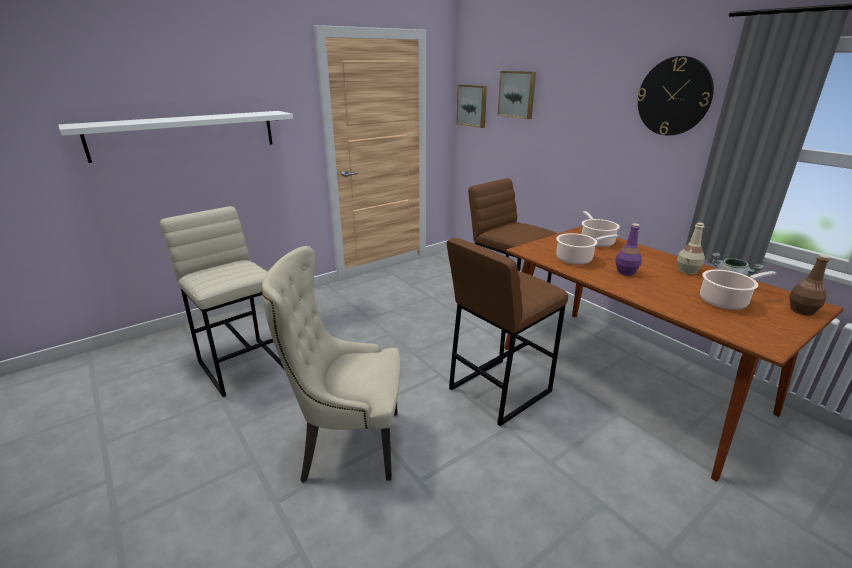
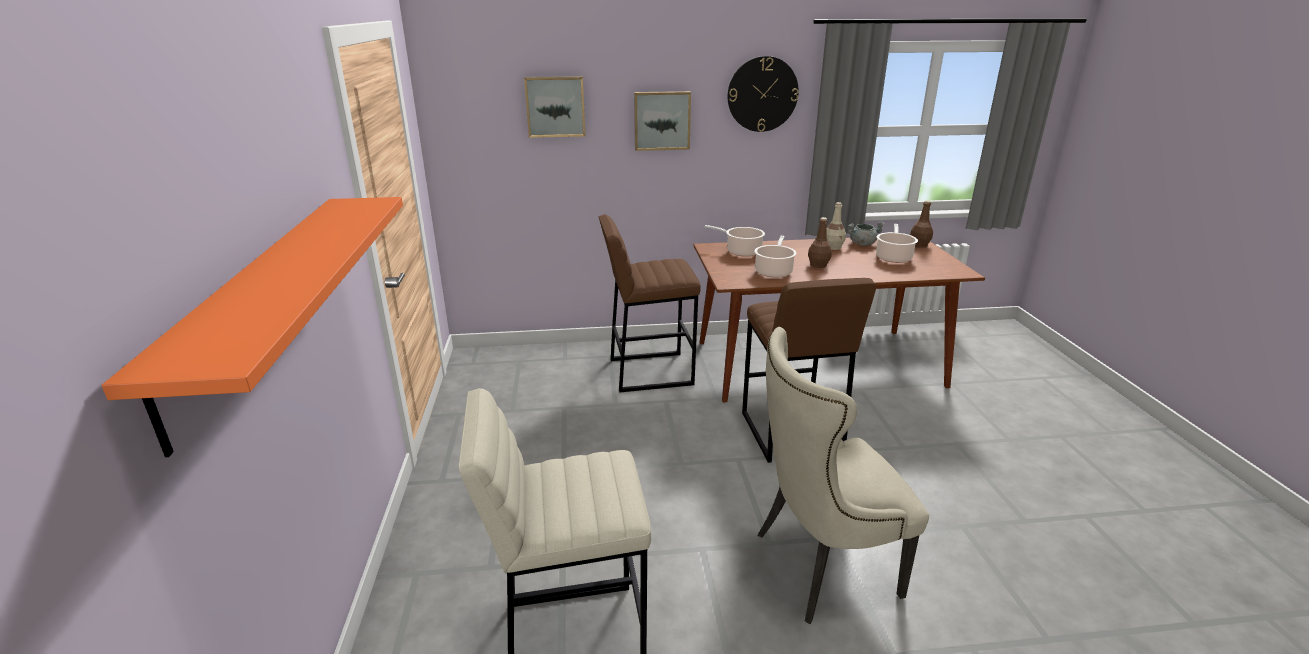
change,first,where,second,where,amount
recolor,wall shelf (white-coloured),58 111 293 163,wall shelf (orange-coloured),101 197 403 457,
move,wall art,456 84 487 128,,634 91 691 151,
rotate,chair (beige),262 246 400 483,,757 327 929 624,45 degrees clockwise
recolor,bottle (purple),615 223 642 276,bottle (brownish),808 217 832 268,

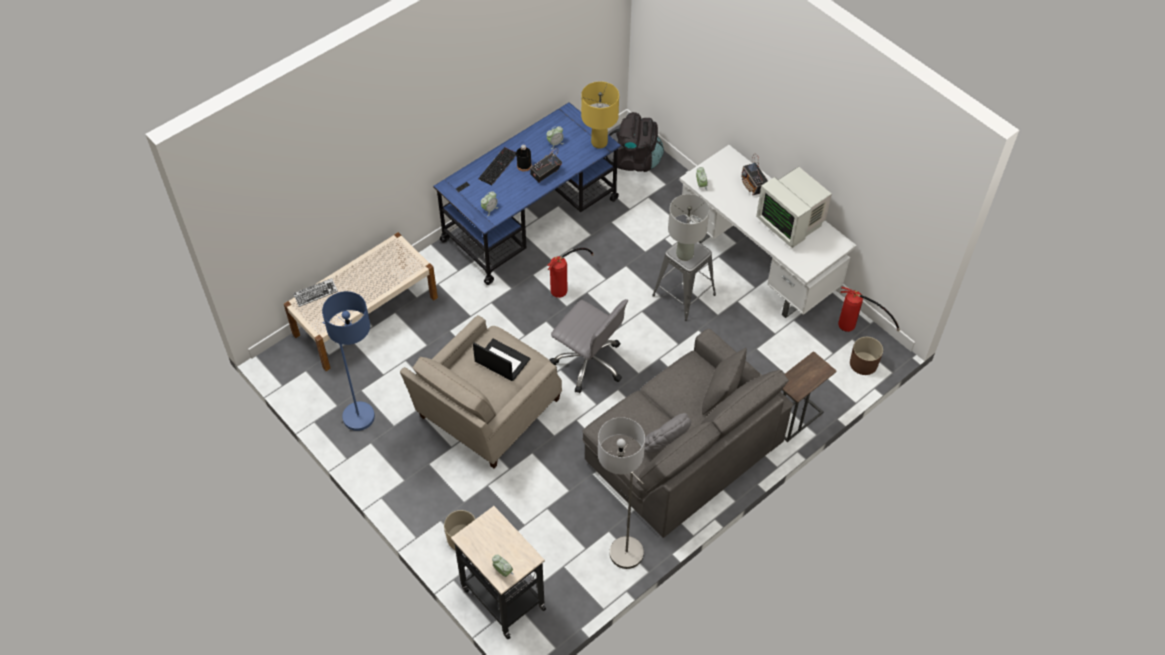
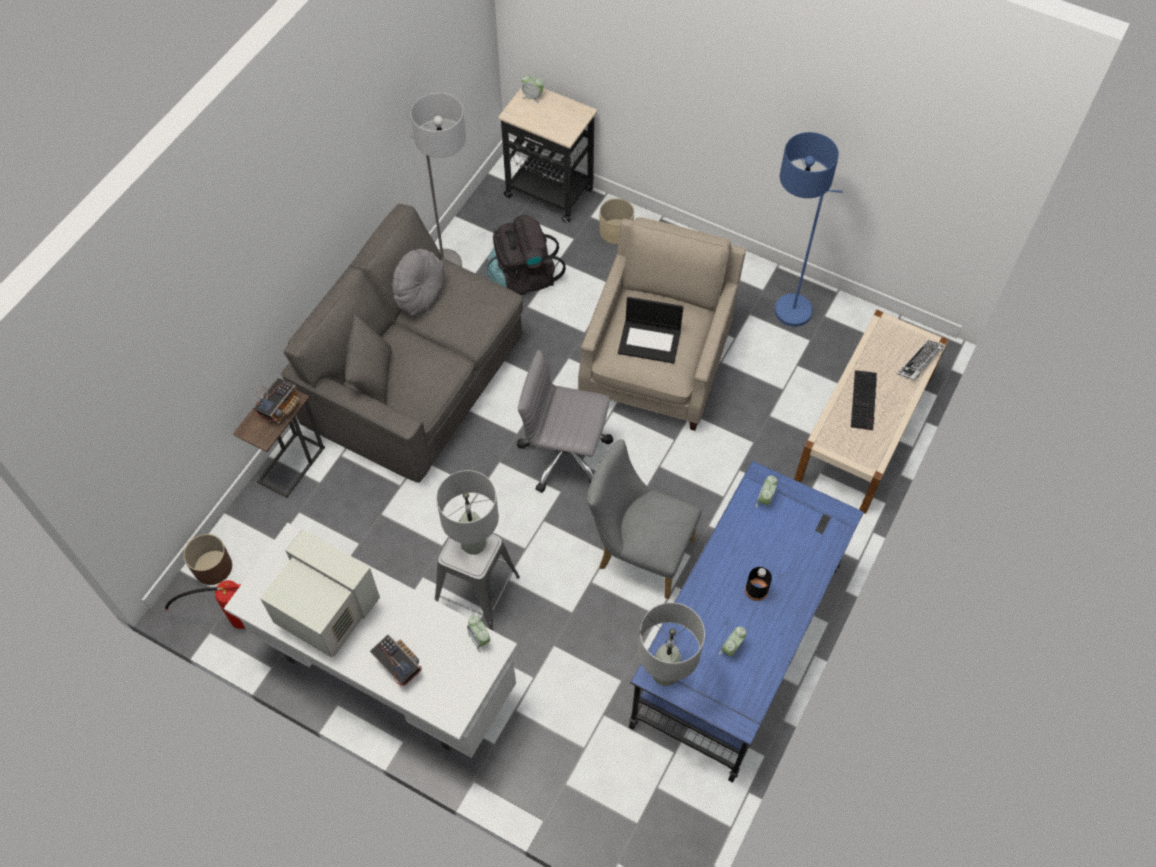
change,first,where,second,where,amount
move,radio receiver,530 148 562 183,,254 378 300 424,
move,rucksack (black),606 112 664 172,,487 215 566 295,
replace,fire extinguisher,548 248 594 298,chair (gray),587 439 701 599,
recolor,lamp for a table (yellow),581 81 619 149,lamp for a table (gray),638 602 705 686,
move,computer keyboard,478 147 517 185,,851 370 877 431,

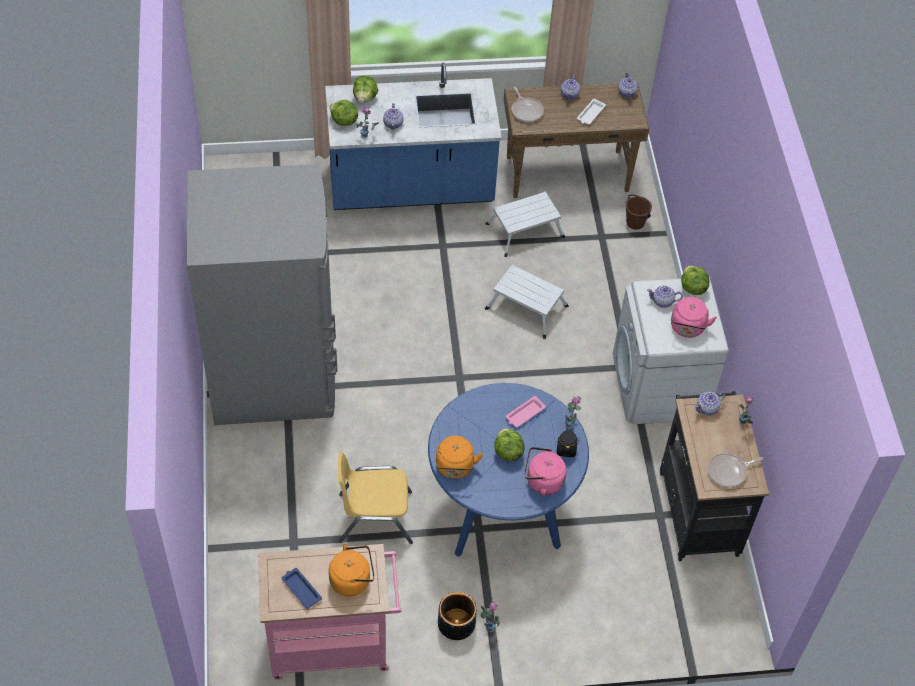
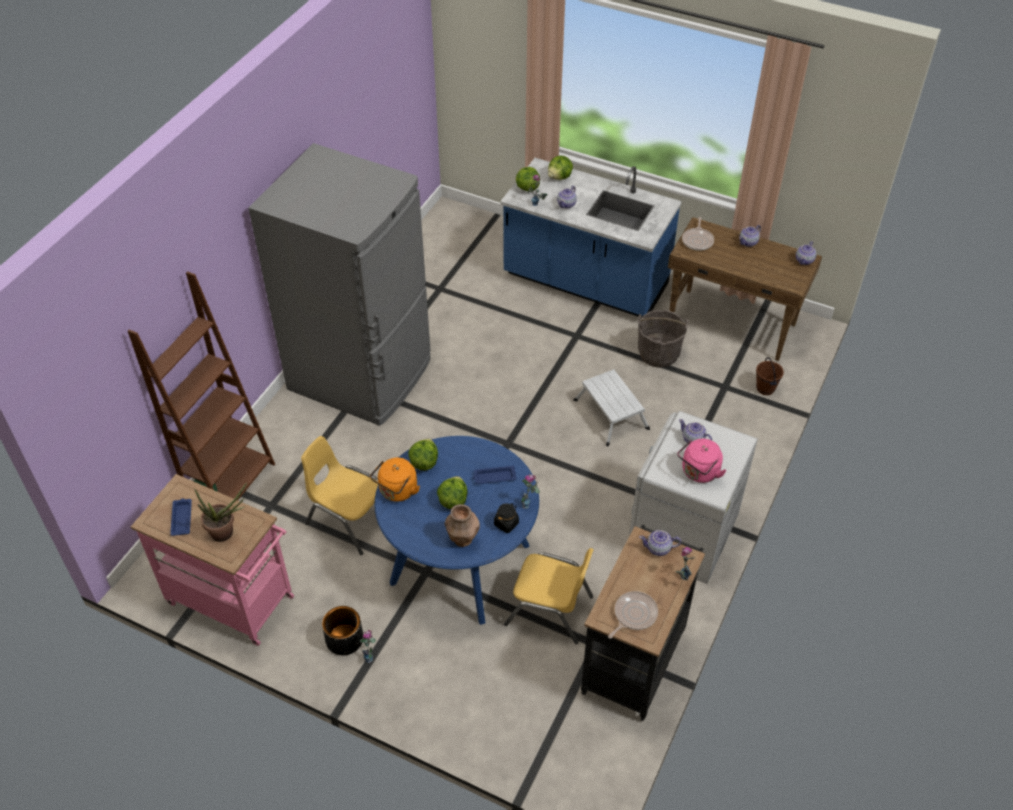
change,first,where,second,where,amount
insert,,,bookshelf (brownish),128 271 275 500,
replace,water kettle (orange-coloured),329 543 375 597,potted plant,194 482 247 542,
move,lettuce,681 265 710 295,,408 439 438 471,
replace,water kettle (pink-coloured),524 447 567 496,flower vase (brownish),445 504 480 547,
recolor,serving tray (pink-coloured),506 396 546 427,serving tray (bluish),473 466 516 484,
insert,,,chair (yellow),504 548 594 644,
rotate,pan,708 453 763 487,,608 591 658 638,120 degrees clockwise
replace,step stool (white-coloured),485 191 565 257,pail (gray),638 310 689 368,
delete,serving tray (white-coloured),577 99 606 125,,,

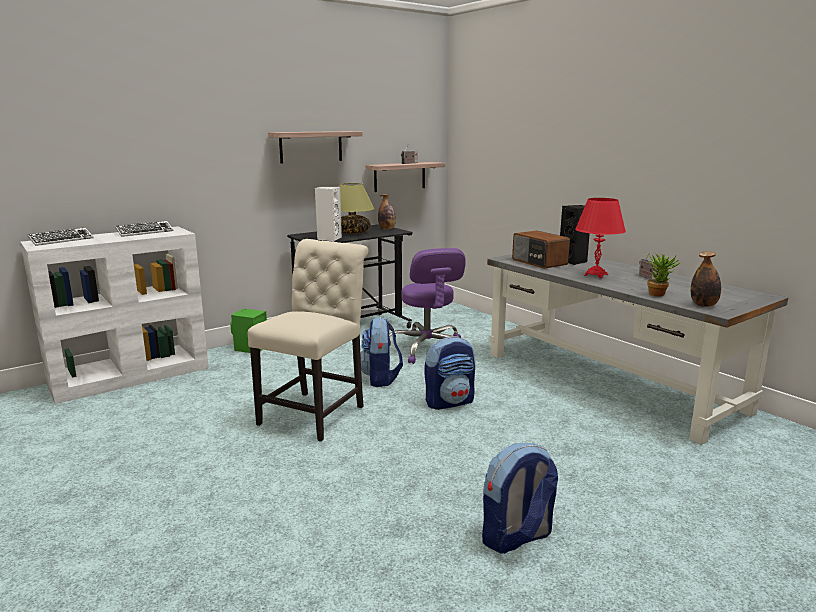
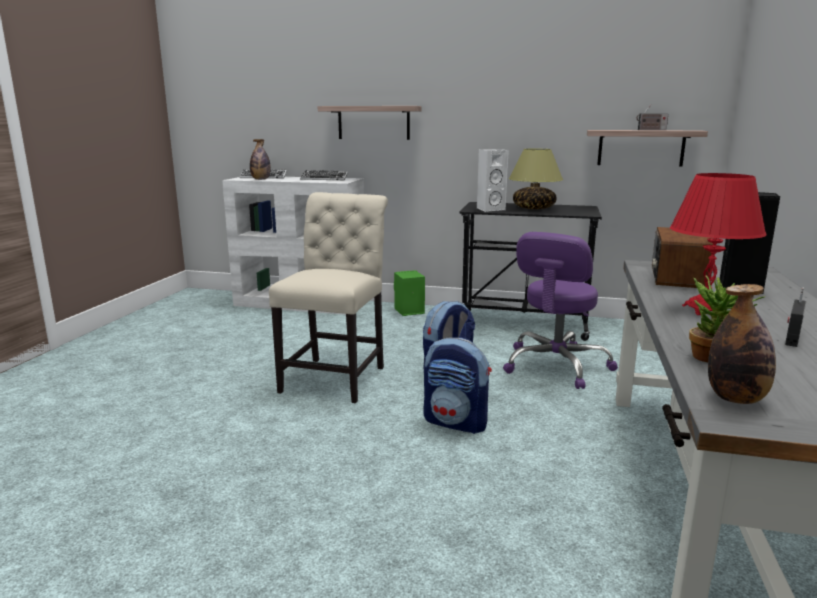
change,first,where,second,where,amount
move,bottle,378 194 396 229,,250 139 271 180,
rotate,chair (beige),248 239 368 442,,269 192 388 403,60 degrees counterclockwise
move,wall shelf,268 131 363 163,,318 106 422 140,
delete,rucksack,482 443 558 554,,,

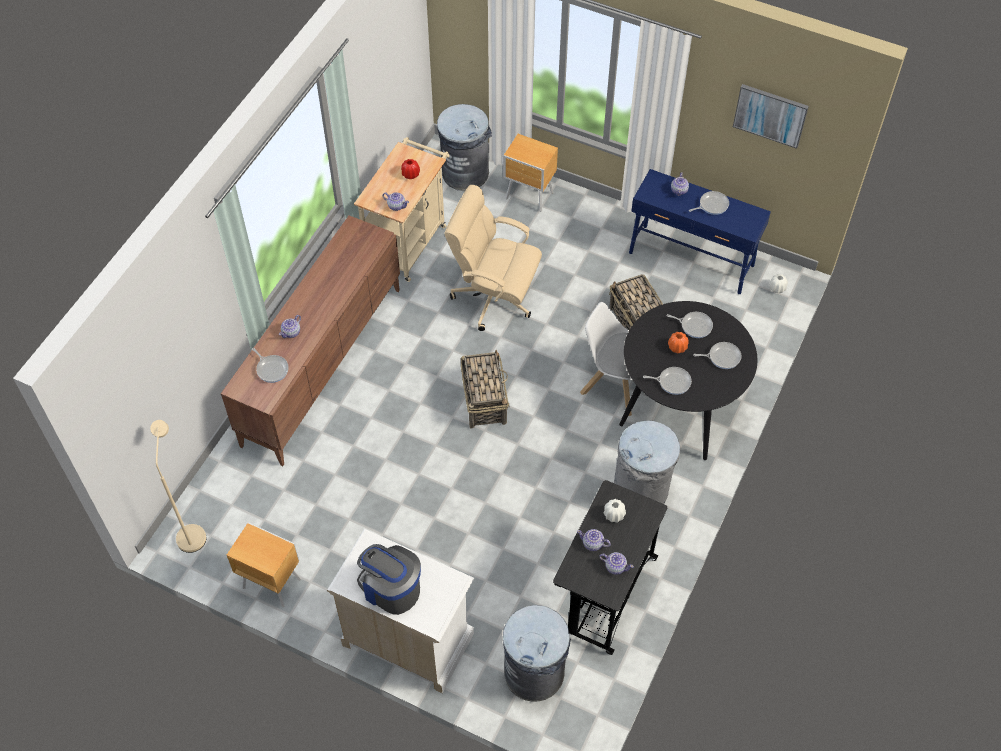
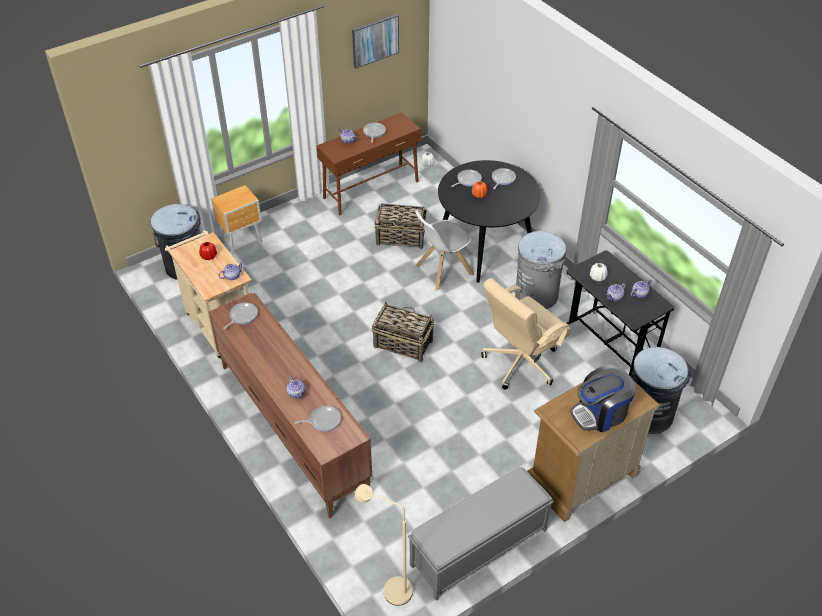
change,first,where,second,where,amount
move,pan,643 367 692 395,,223 302 258 329,
recolor,hall table (bluish),629 169 771 294,hall table (brownish),316 112 421 215,
replace,night table (brownish),227 522 301 608,indoor bench (gray),408 467 553 601,
move,office chair (beige),445 185 542 331,,481 278 572 389,
recolor,chest of drawers (white-coloured),327 529 474 693,chest of drawers (brownish),527 364 660 522,

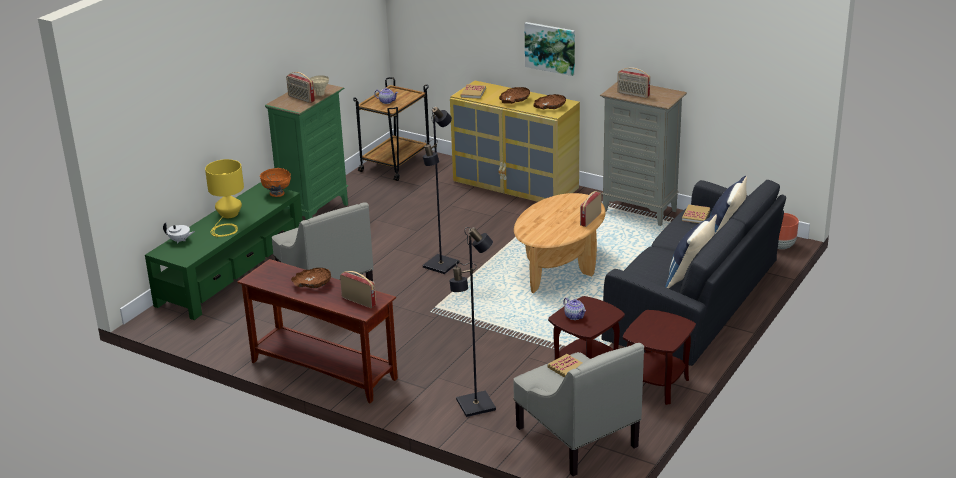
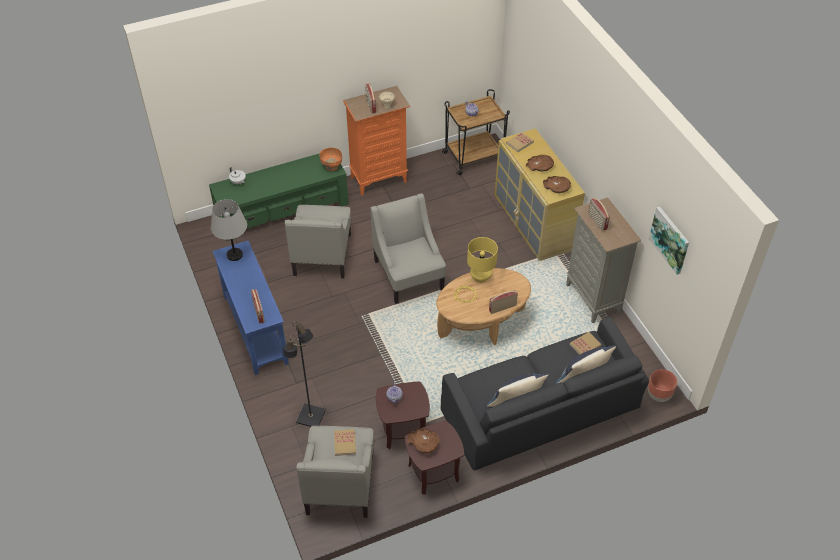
change,first,where,second,where,amount
insert,,,lamp for a table (gray),211 199 247 261,
recolor,hall table (brownish),237 259 398 403,hall table (bluish),212 241 289 375,
recolor,chest of drawers (green),265 84 348 220,chest of drawers (orange-coloured),343 86 411 196,
replace,standing lamp (black),423 107 459 274,easy chair (gray),370 193 446 304,
move,serving bowl (brownish),291 268 331 288,,407 428 440 453,
move,lamp for a table (yellow),205 159 244 237,,454 237 498 303,
move,wall art,524 22 575 76,,649 206 689 275,

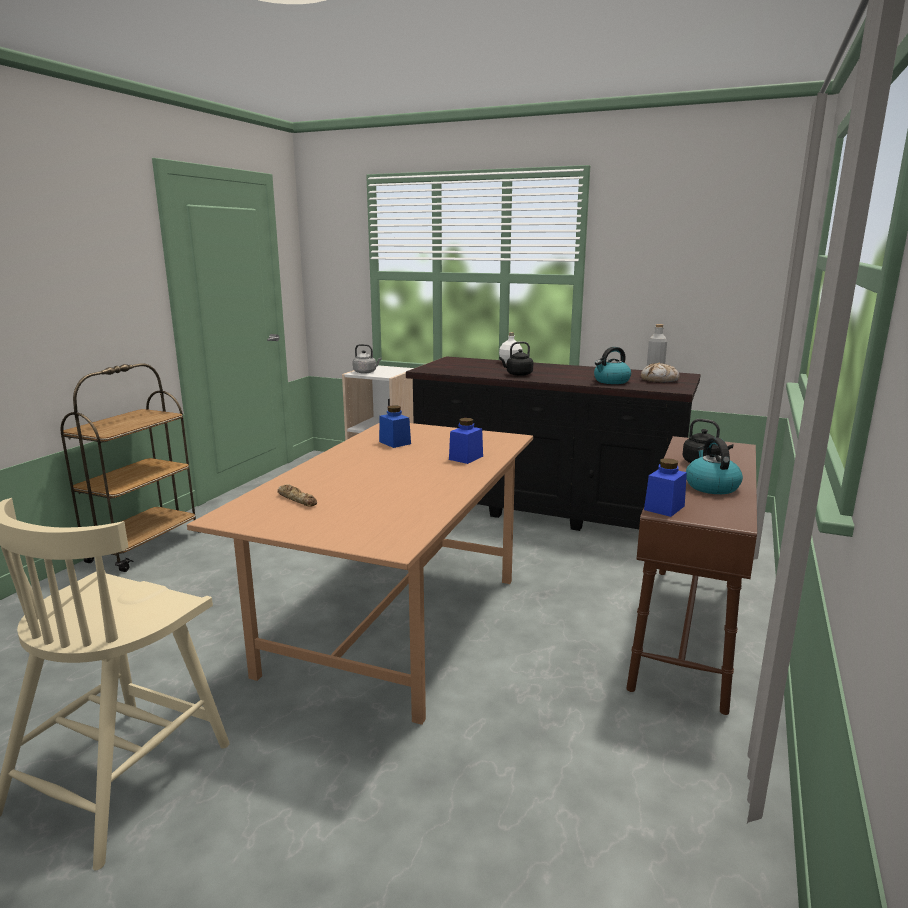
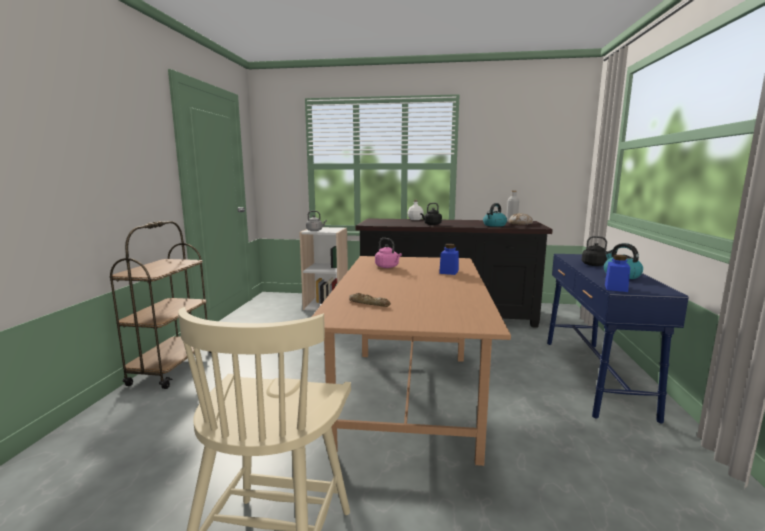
change,first,where,second,where,amount
replace,preserve jar (bluish),379 405 411 448,water kettle (pink-coloured),375 238 402 268,
recolor,hall table (brownish),626 436 757 715,hall table (bluish),547 254 689 423,

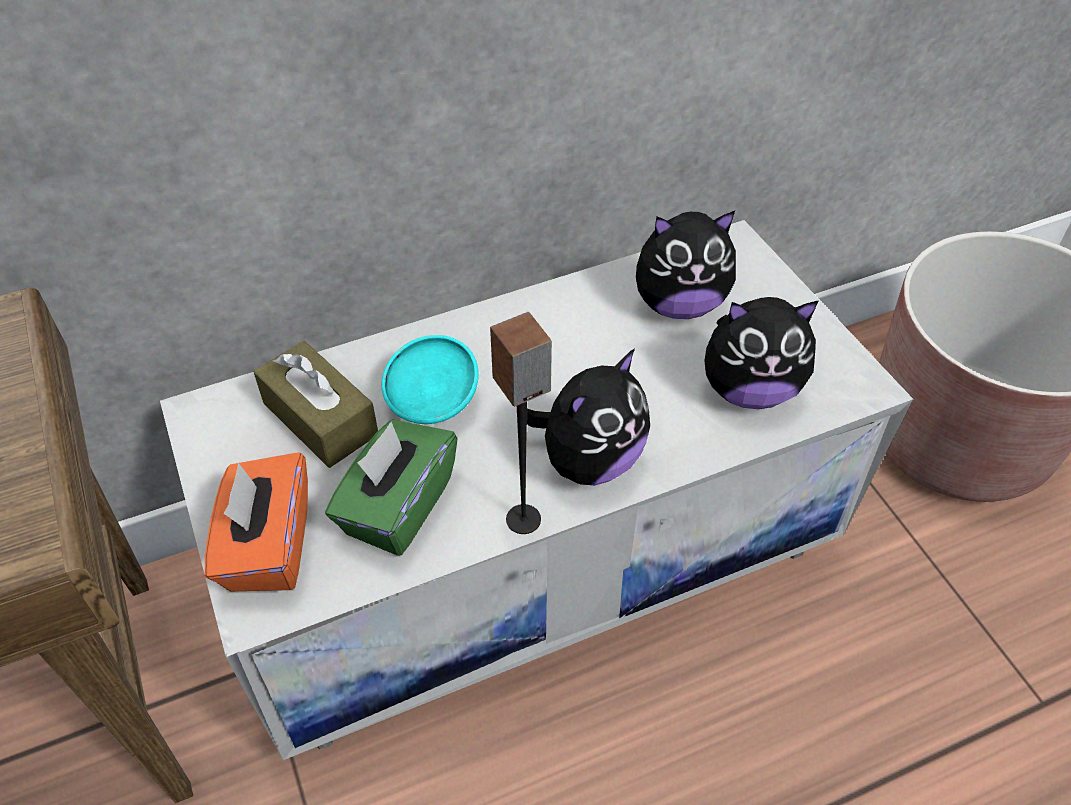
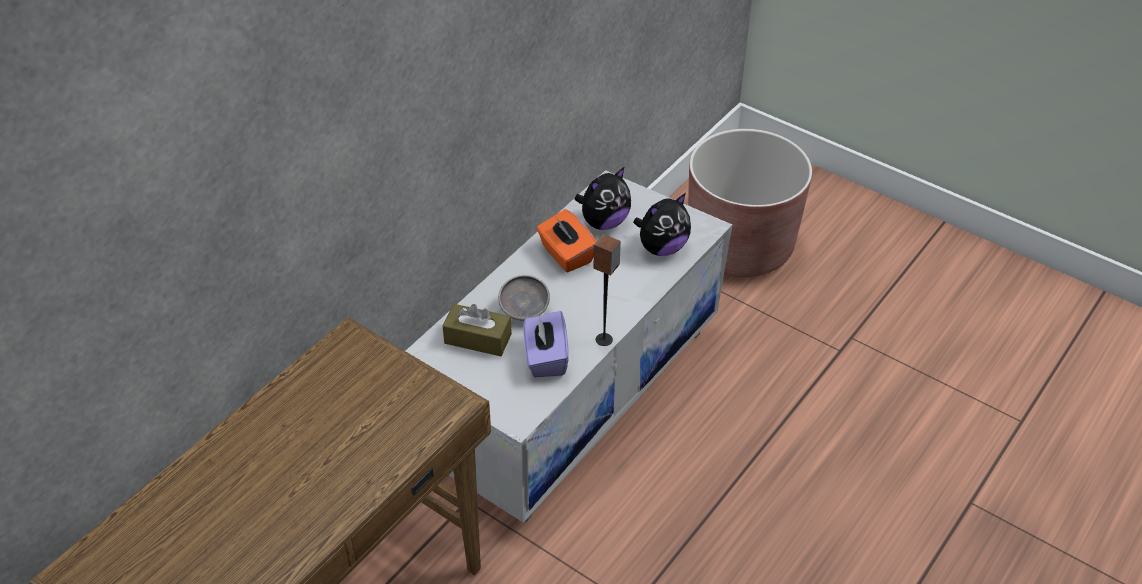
change,first,where,second,where,amount
recolor,serving bowl (blue-green),381 335 479 424,serving bowl (gray),498 275 550 321,
recolor,tissue box (green),325 420 458 556,tissue box (purple),523 311 569 377,
move,tissue box (orange-coloured),205 452 308 591,,536 209 596 272,
delete,cuddly toy,527 348 650 485,,,

